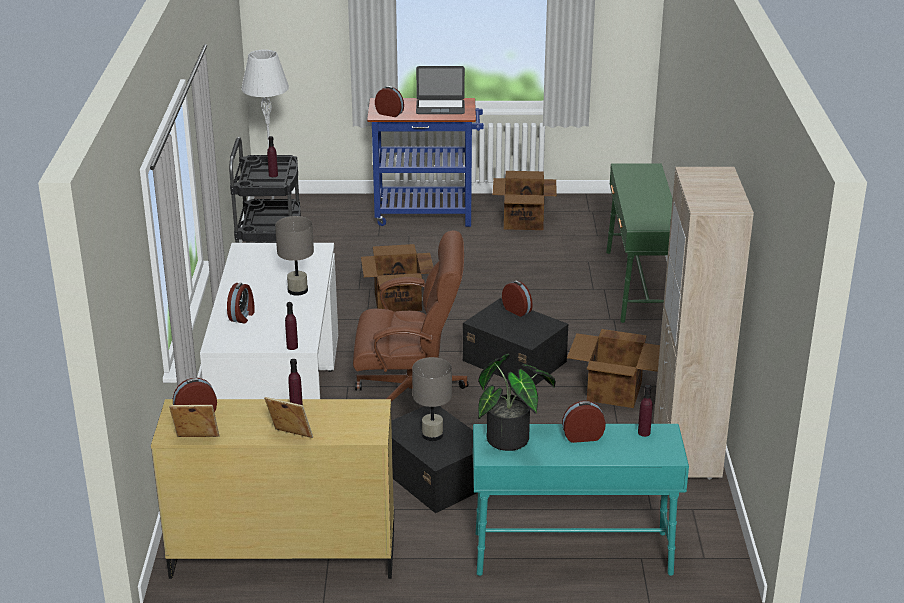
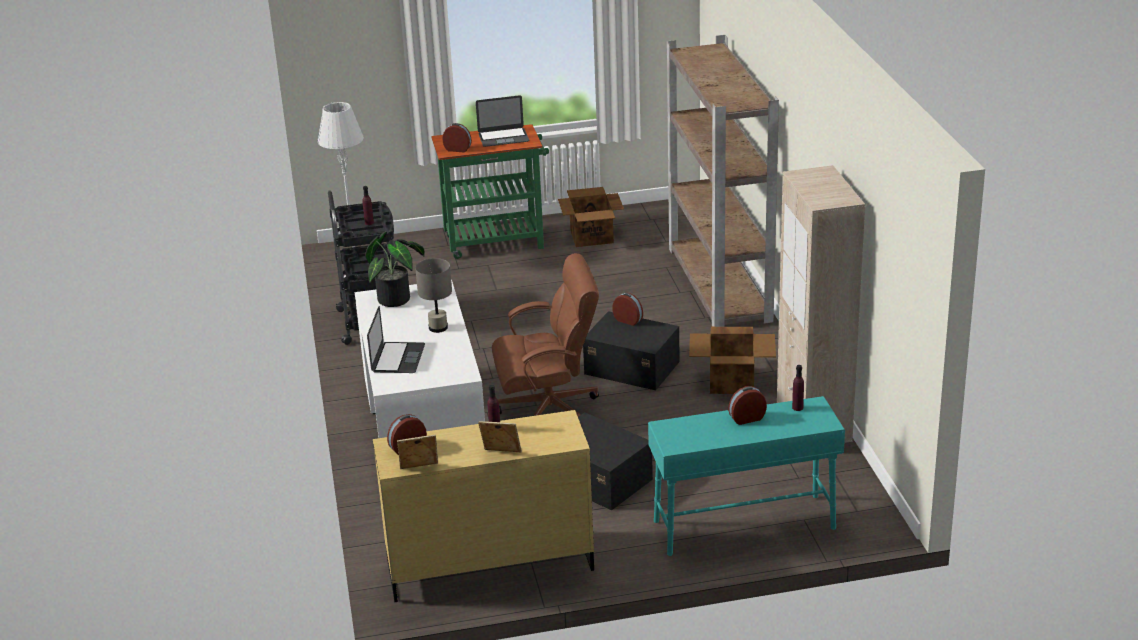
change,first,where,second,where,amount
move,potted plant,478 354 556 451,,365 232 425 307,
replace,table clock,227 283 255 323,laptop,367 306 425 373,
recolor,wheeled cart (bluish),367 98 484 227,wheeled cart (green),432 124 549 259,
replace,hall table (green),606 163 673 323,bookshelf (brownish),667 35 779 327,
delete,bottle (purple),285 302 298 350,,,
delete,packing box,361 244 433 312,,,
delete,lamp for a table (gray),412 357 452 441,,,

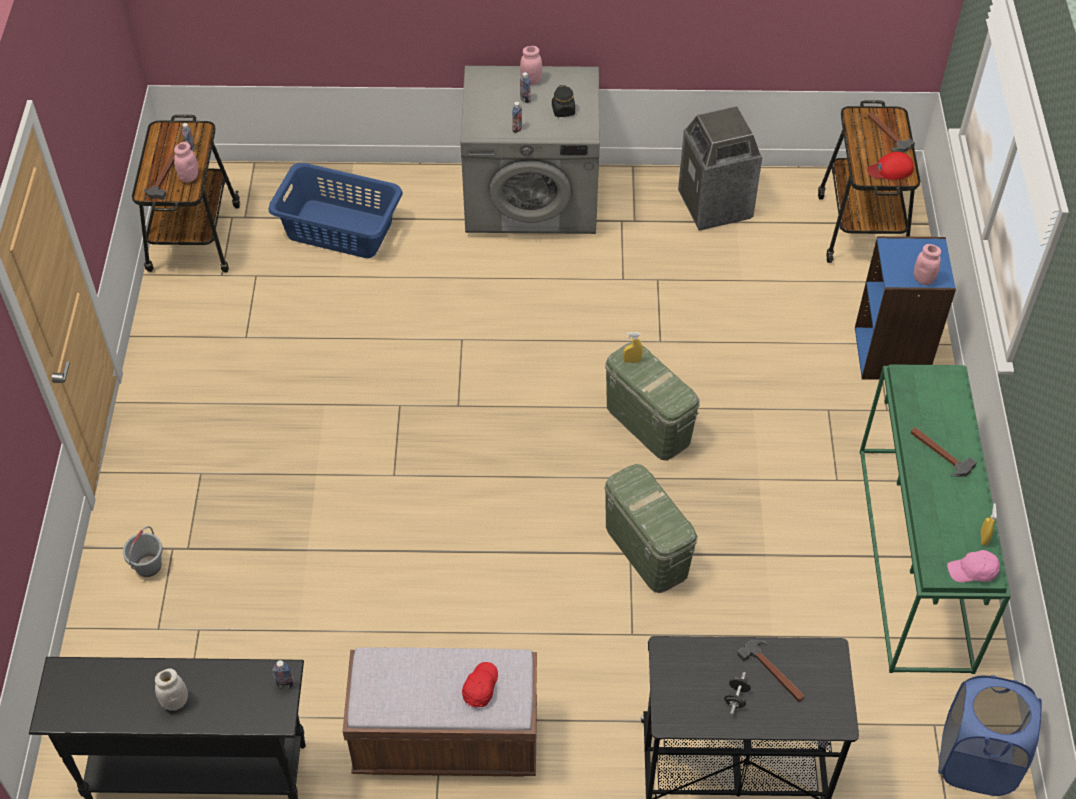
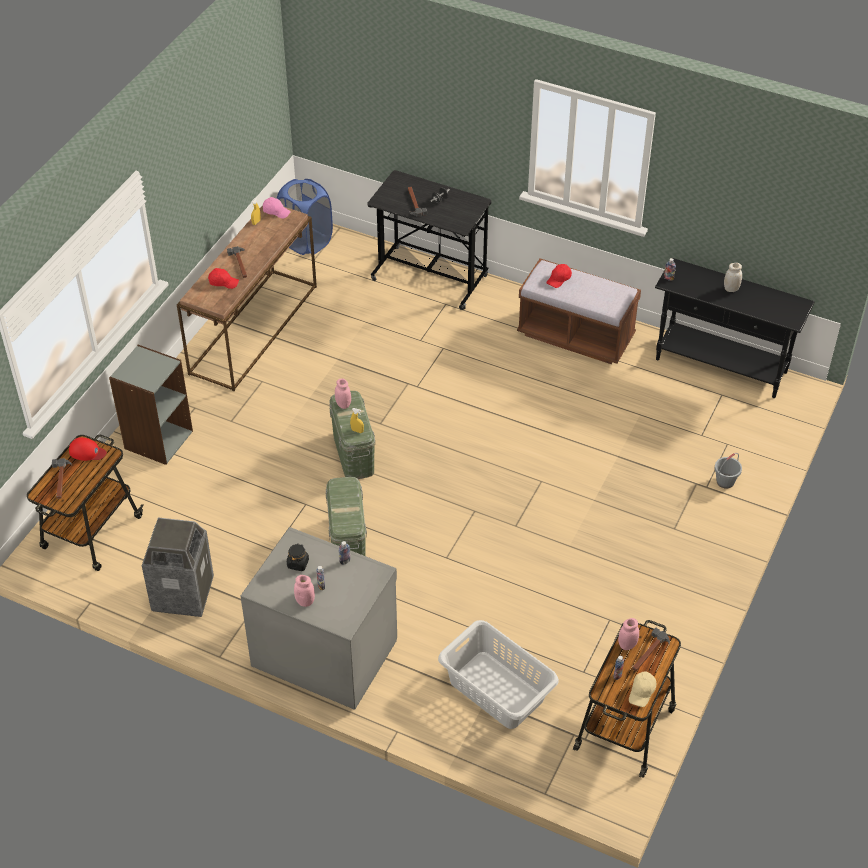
change,first,where,second,where,amount
recolor,bookshelf (bluish),855 236 956 380,bookshelf (gray),109 345 193 465,
recolor,hall table (green),860 364 1011 674,hall table (brownish),177 205 317 391,
insert,,,baseball cap (red-coloured),208 268 239 289,
move,storage box (green),604 464 698 593,,325 477 367 556,
move,preserve jar (pink-coloured),914 244 941 285,,335 378 351 409,
recolor,laundry basket (bluish),268 163 403 258,laundry basket (gray),438 620 559 729,
insert,,,baseball cap (beige),629 672 656 707,

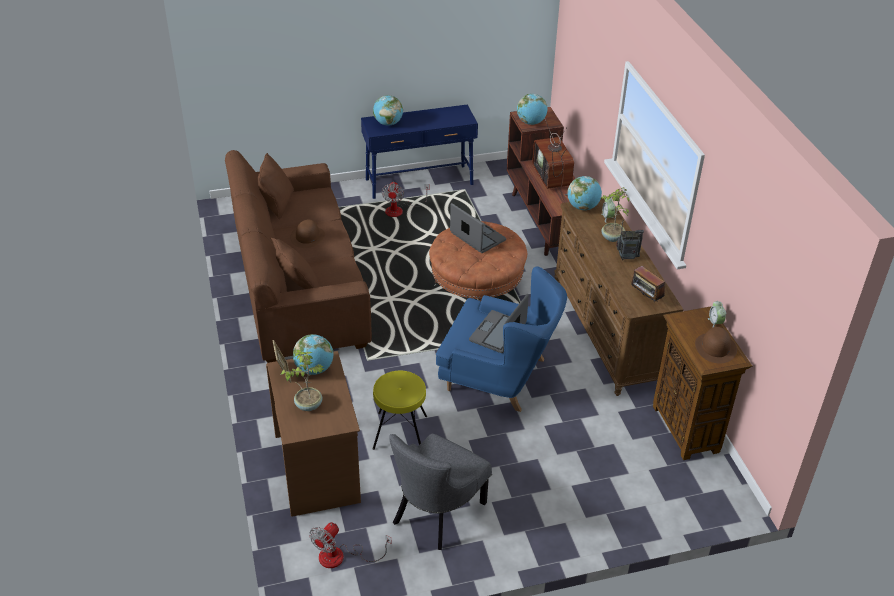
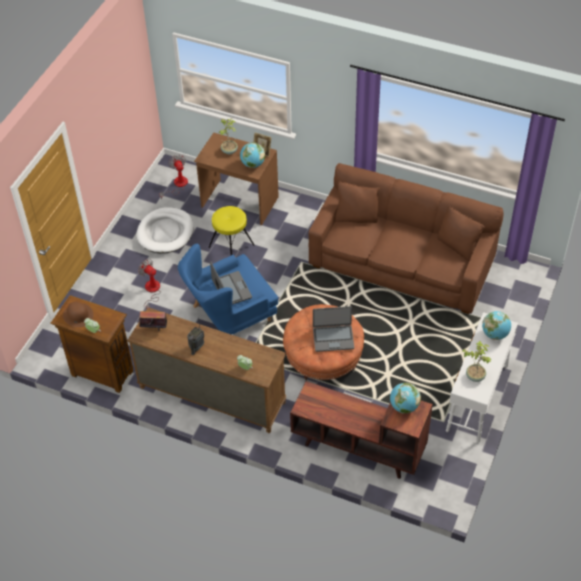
change,first,where,second,where,amount
replace,easy chair (gray),389 434 492 550,dog cushion (white-coloured),136 207 194 253,
move,cooling fan,381 181 429 217,,138 259 161 311,
recolor,hall table (bluish),361 105 478 199,hall table (white-coloured),446 312 518 443,
move,potted plant,601 187 630 242,,462 341 491 382,
delete,clothing hat (brownish),290 219 325 248,,,
delete,TV,532 118 574 196,,,
delete,globe,567 176 602 210,,,

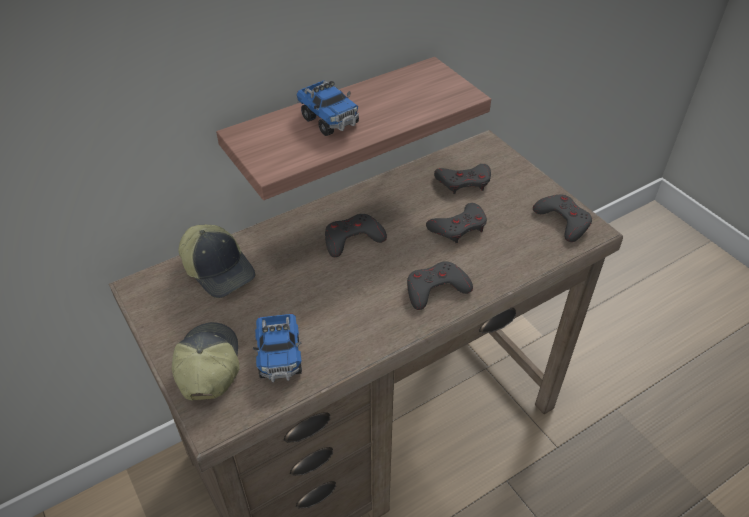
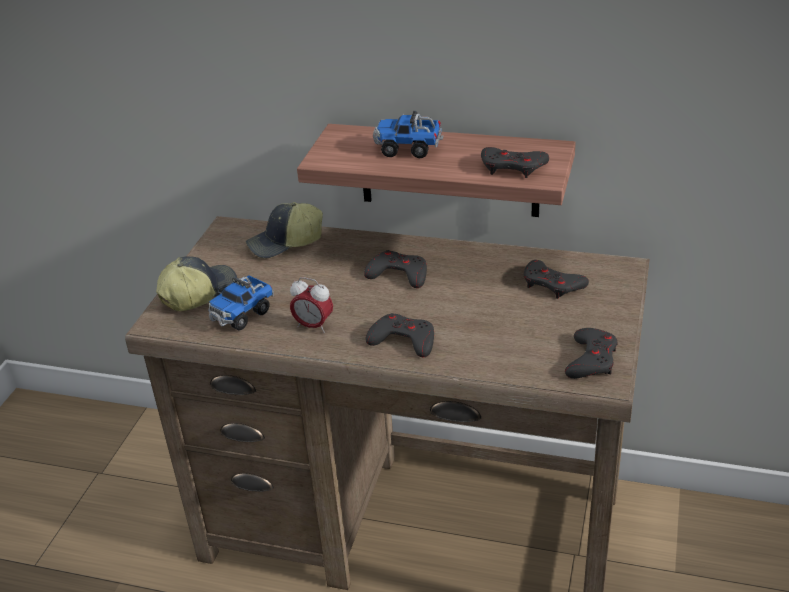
change,first,where,second,where,amount
rotate,baseball cap,179 224 255 298,,246 202 323 259,60 degrees clockwise
insert,,,table clock,290 277 333 333,
rotate,toy lorry,297 80 359 136,,373 111 444 158,90 degrees clockwise
move,joypad (gray),426 203 487 243,,481 147 549 178,

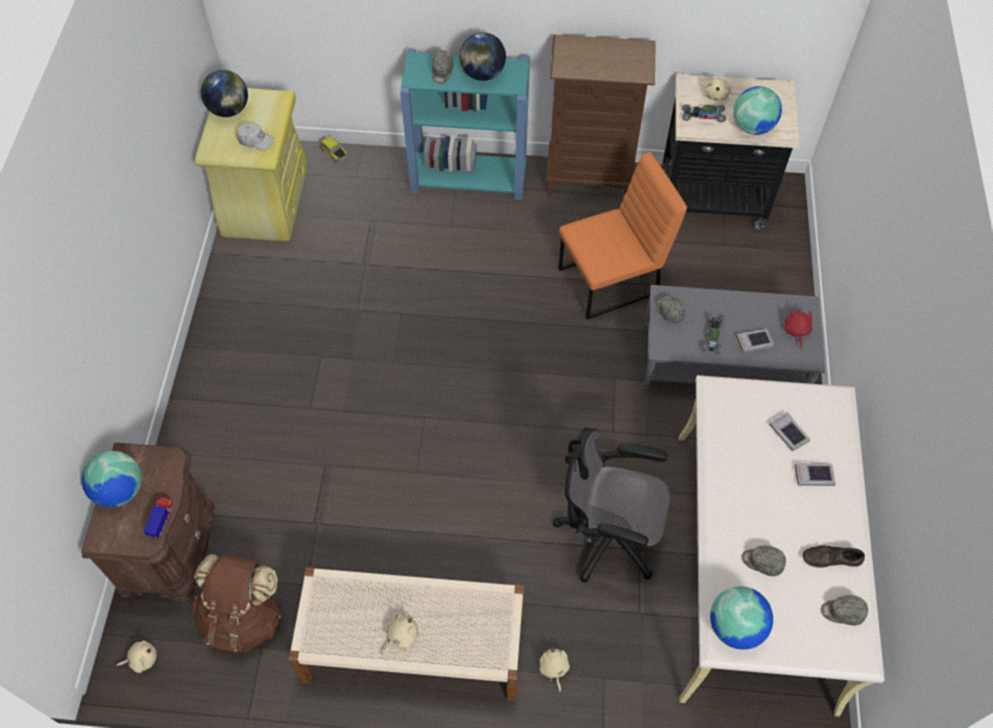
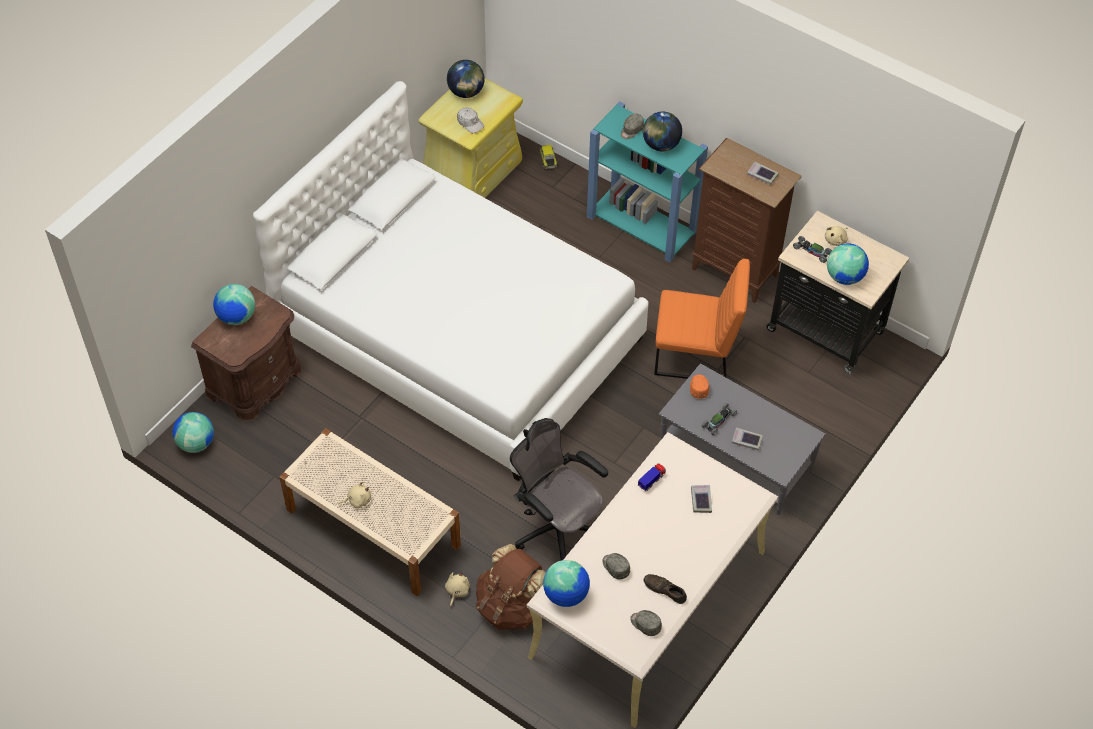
change,first,where,second,where,amount
replace,cuddly toy (beige),117 640 157 673,globe,172 412 214 453,
insert,,,bed (white-coloured),253 81 649 481,
move,rucksack (brownish),191 554 281 653,,476 544 546 630,
move,toy lorry,143 498 174 539,,638 464 666 491,
recolor,baseball cap (gray),655 296 685 323,baseball cap (orange-coloured),690 375 709 399,
move,volume,794 462 836 486,,747 162 779 185,
delete,cuddly toy (red-coloured),784 307 812 349,,,

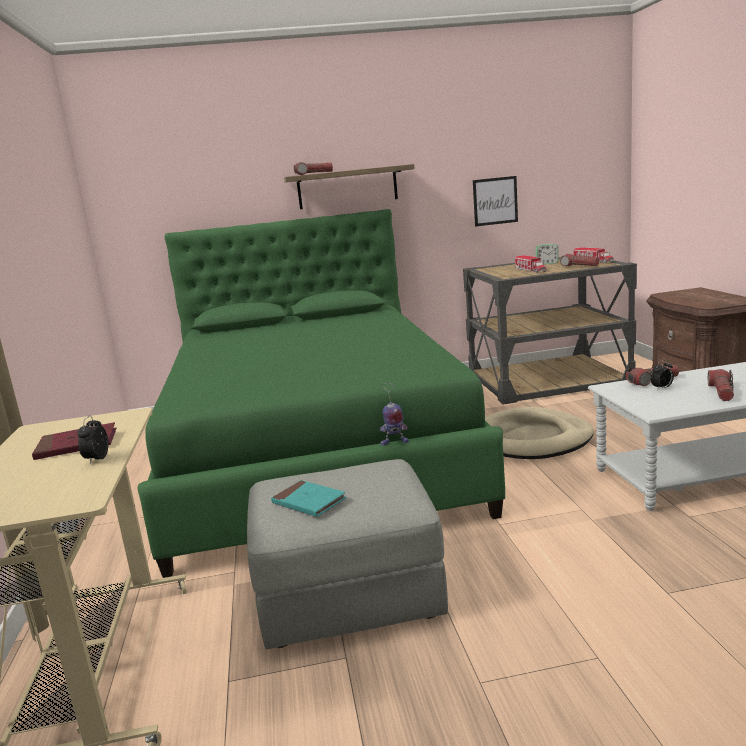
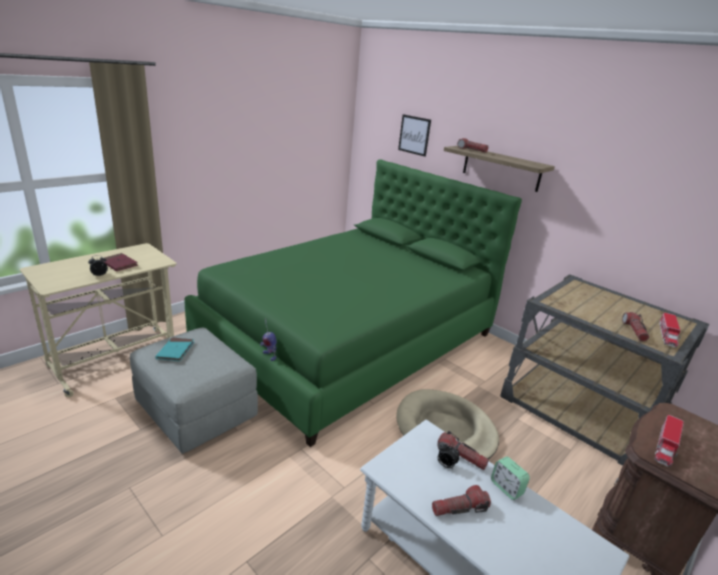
change,first,where,second,where,amount
move,wall art,473 176 518 227,,398 114 431 157,
move,table clock,536 244 559 265,,491 457 530 500,
move,toy lorry,515 255 547 273,,654 415 684 467,

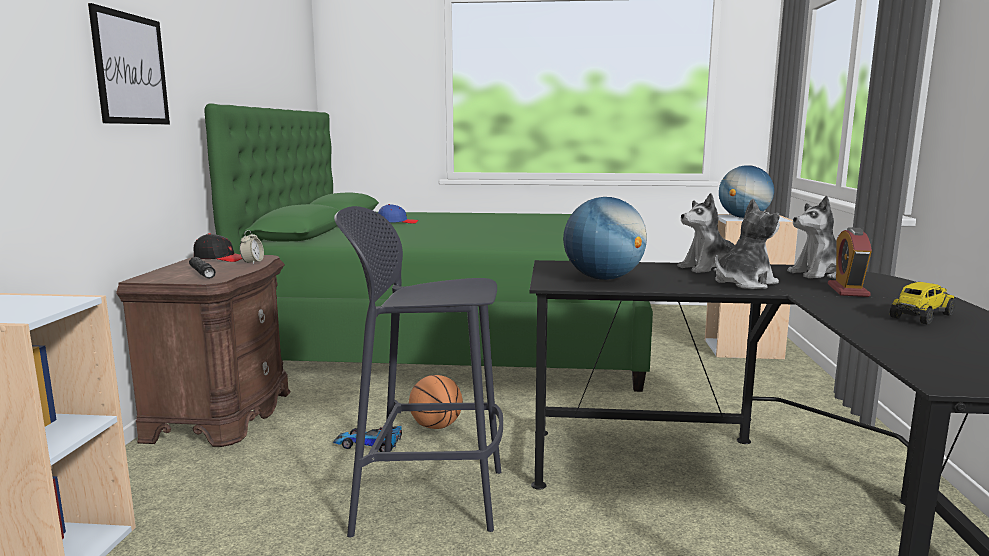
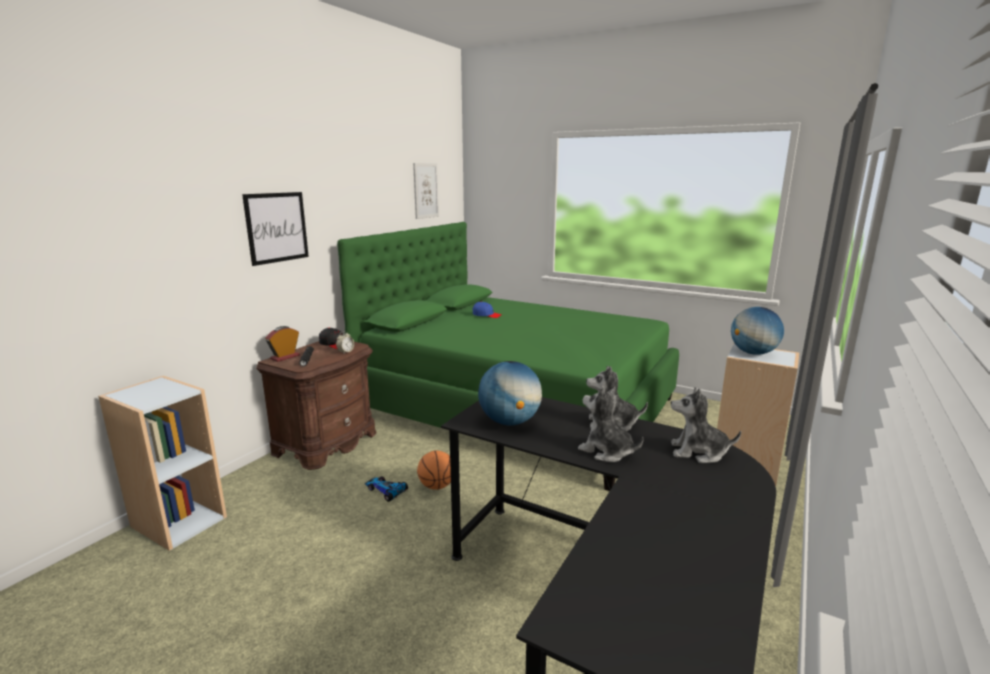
change,first,where,second,where,amount
move,table clock,828 227 872 297,,265 326 300 362,
insert,,,wall art,413 163 439 219,
rotate,cuddly toy,715 198 780 289,,578 386 644 462,135 degrees counterclockwise
delete,sitting stool (gray),334 206 503 537,,,
delete,toy lorry,890 282 956 325,,,

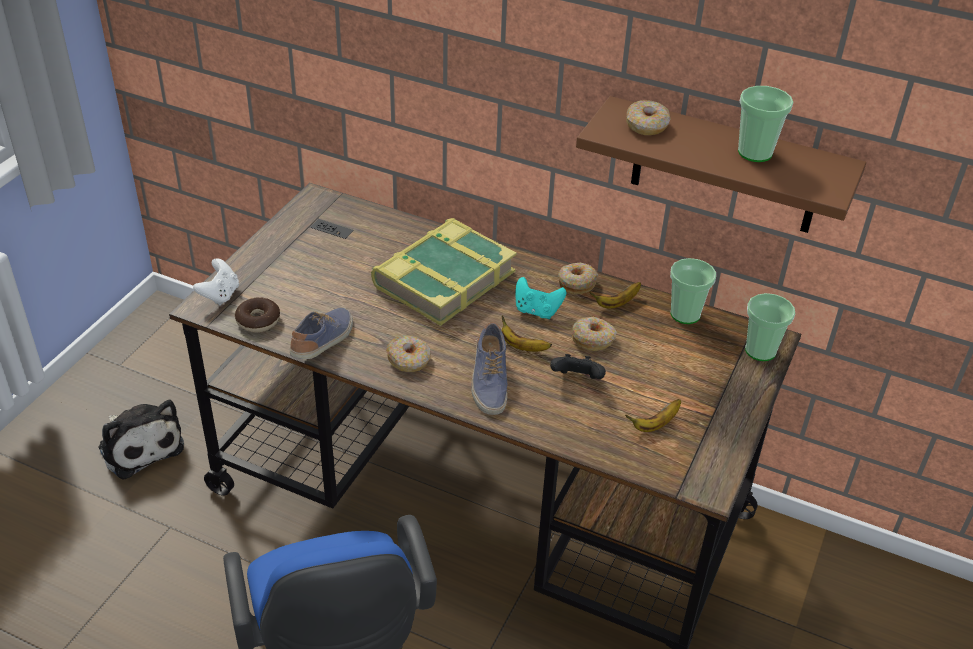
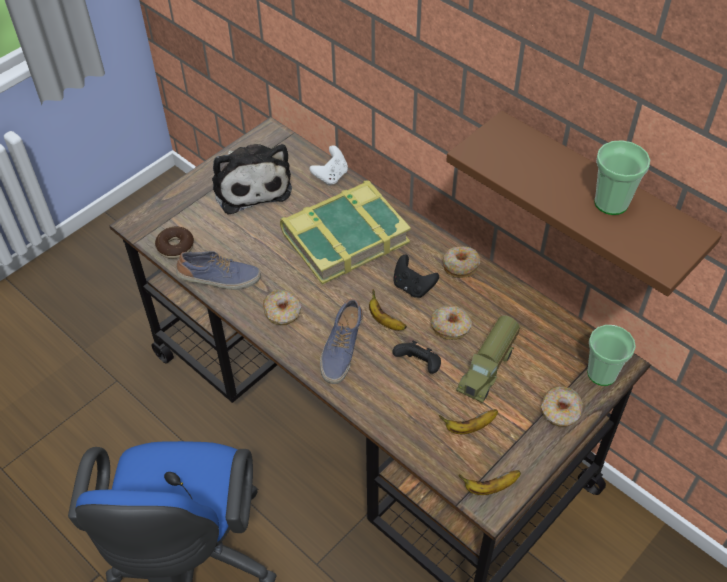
change,first,where,second,where,amount
rotate,low shoe,290 308 353 359,,176 251 261 290,45 degrees clockwise
move,cuddly toy,98 400 184 480,,212 144 292 214,
move,joypad (white-coloured),193 258 239 306,,309 145 348 186,
recolor,joypad (blue-green),516 277 566 319,joypad (black),393 255 439 298,
insert,,,toy lorry,456 315 520 403,
move,banana fruit,589 282 641 308,,458 470 521 495,
move,ring doughnut,626 100 671 135,,541 386 583 427,
delete,cup,670 258 716 324,,,

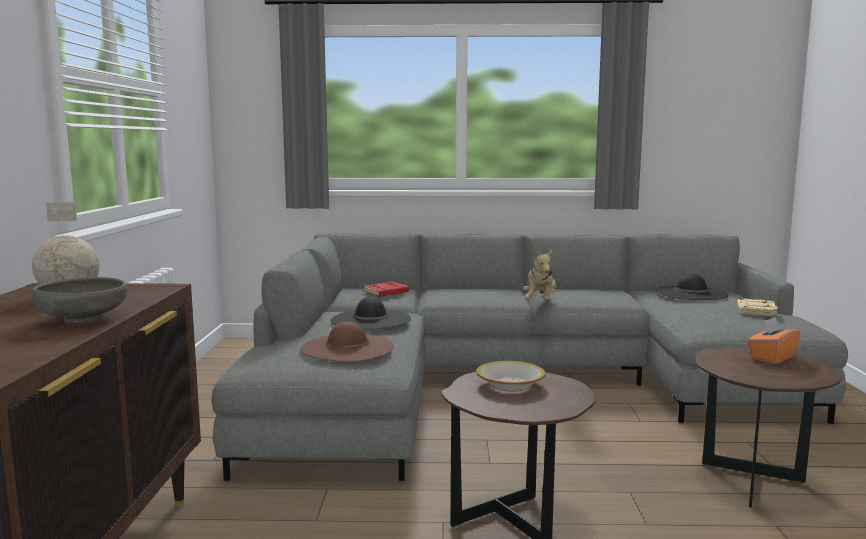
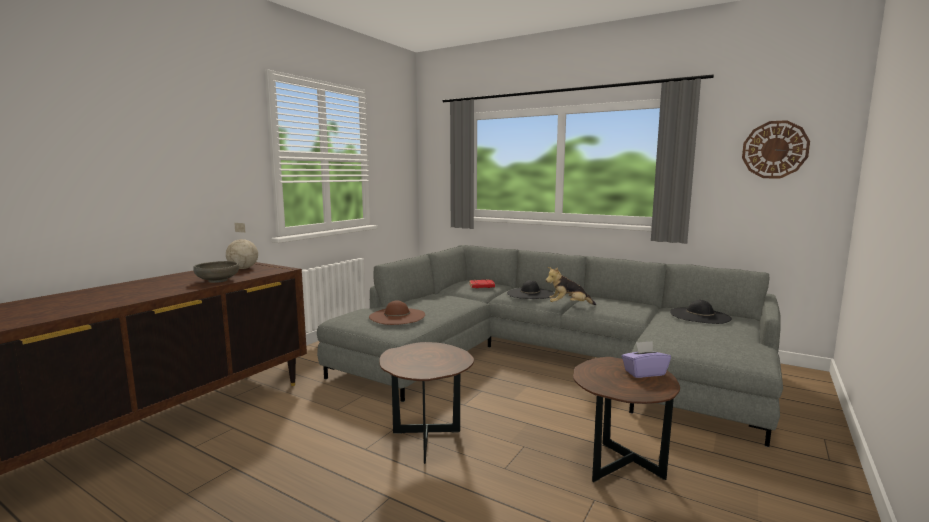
change,first,where,second,where,amount
move,clothing hat (black),331 297 411 330,,507 280 554 299,
rotate,cuddly toy,523 249 556 300,,546 267 596 305,45 degrees clockwise
recolor,tissue box (orange-coloured),748 317 801 364,tissue box (purple),622 341 671 378,
insert,,,clock on the wall,742 120 810 178,
delete,serving bowl,476 361 545 392,,,
delete,volume (beige),737 299 778 316,,,

